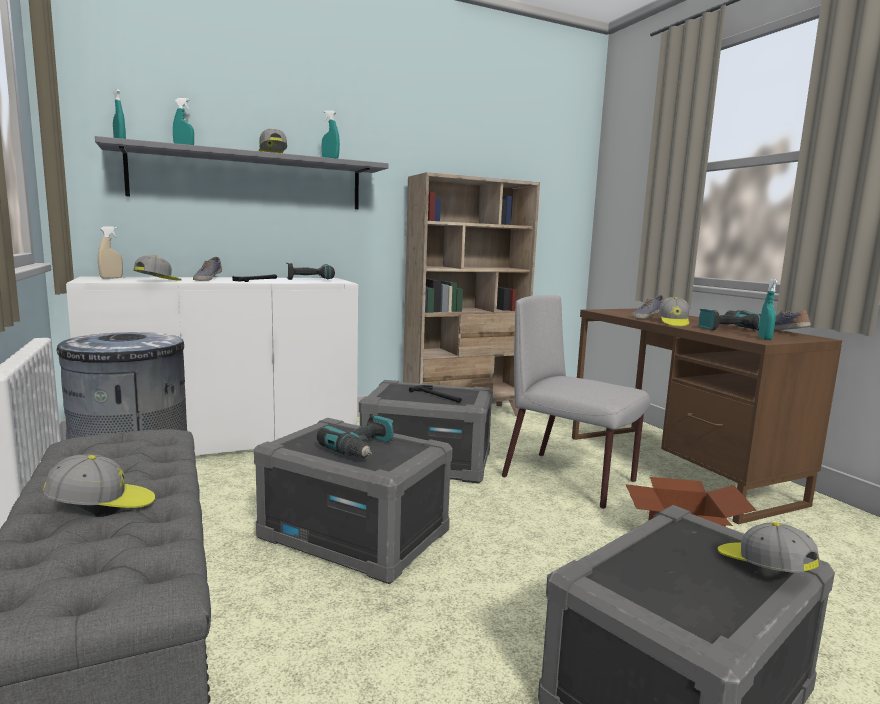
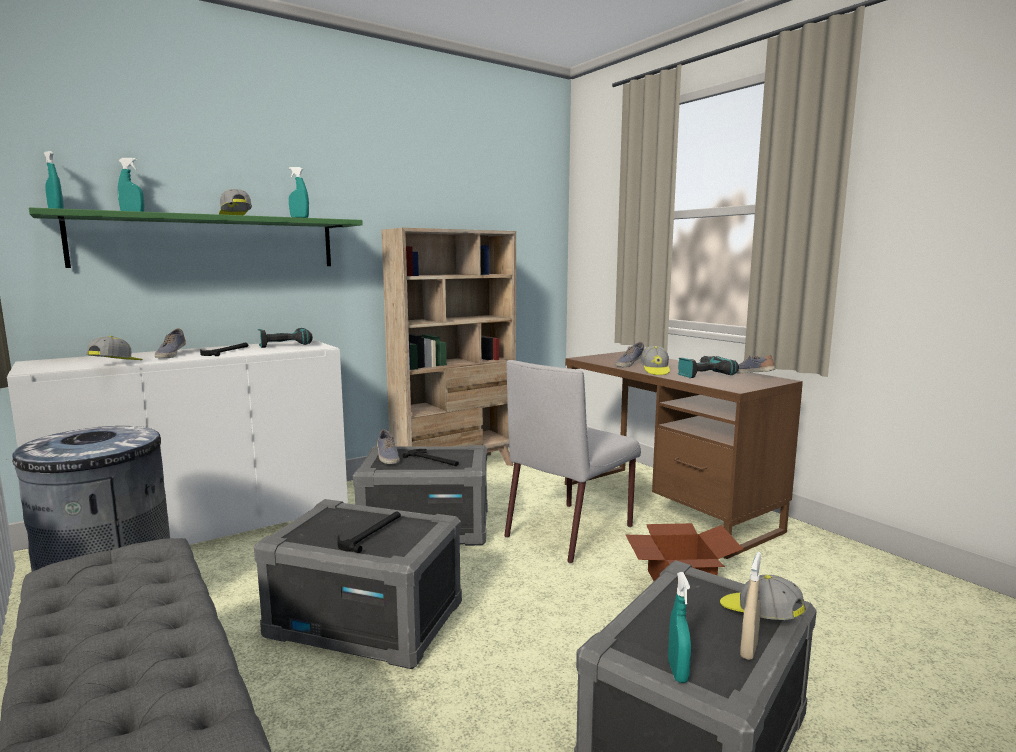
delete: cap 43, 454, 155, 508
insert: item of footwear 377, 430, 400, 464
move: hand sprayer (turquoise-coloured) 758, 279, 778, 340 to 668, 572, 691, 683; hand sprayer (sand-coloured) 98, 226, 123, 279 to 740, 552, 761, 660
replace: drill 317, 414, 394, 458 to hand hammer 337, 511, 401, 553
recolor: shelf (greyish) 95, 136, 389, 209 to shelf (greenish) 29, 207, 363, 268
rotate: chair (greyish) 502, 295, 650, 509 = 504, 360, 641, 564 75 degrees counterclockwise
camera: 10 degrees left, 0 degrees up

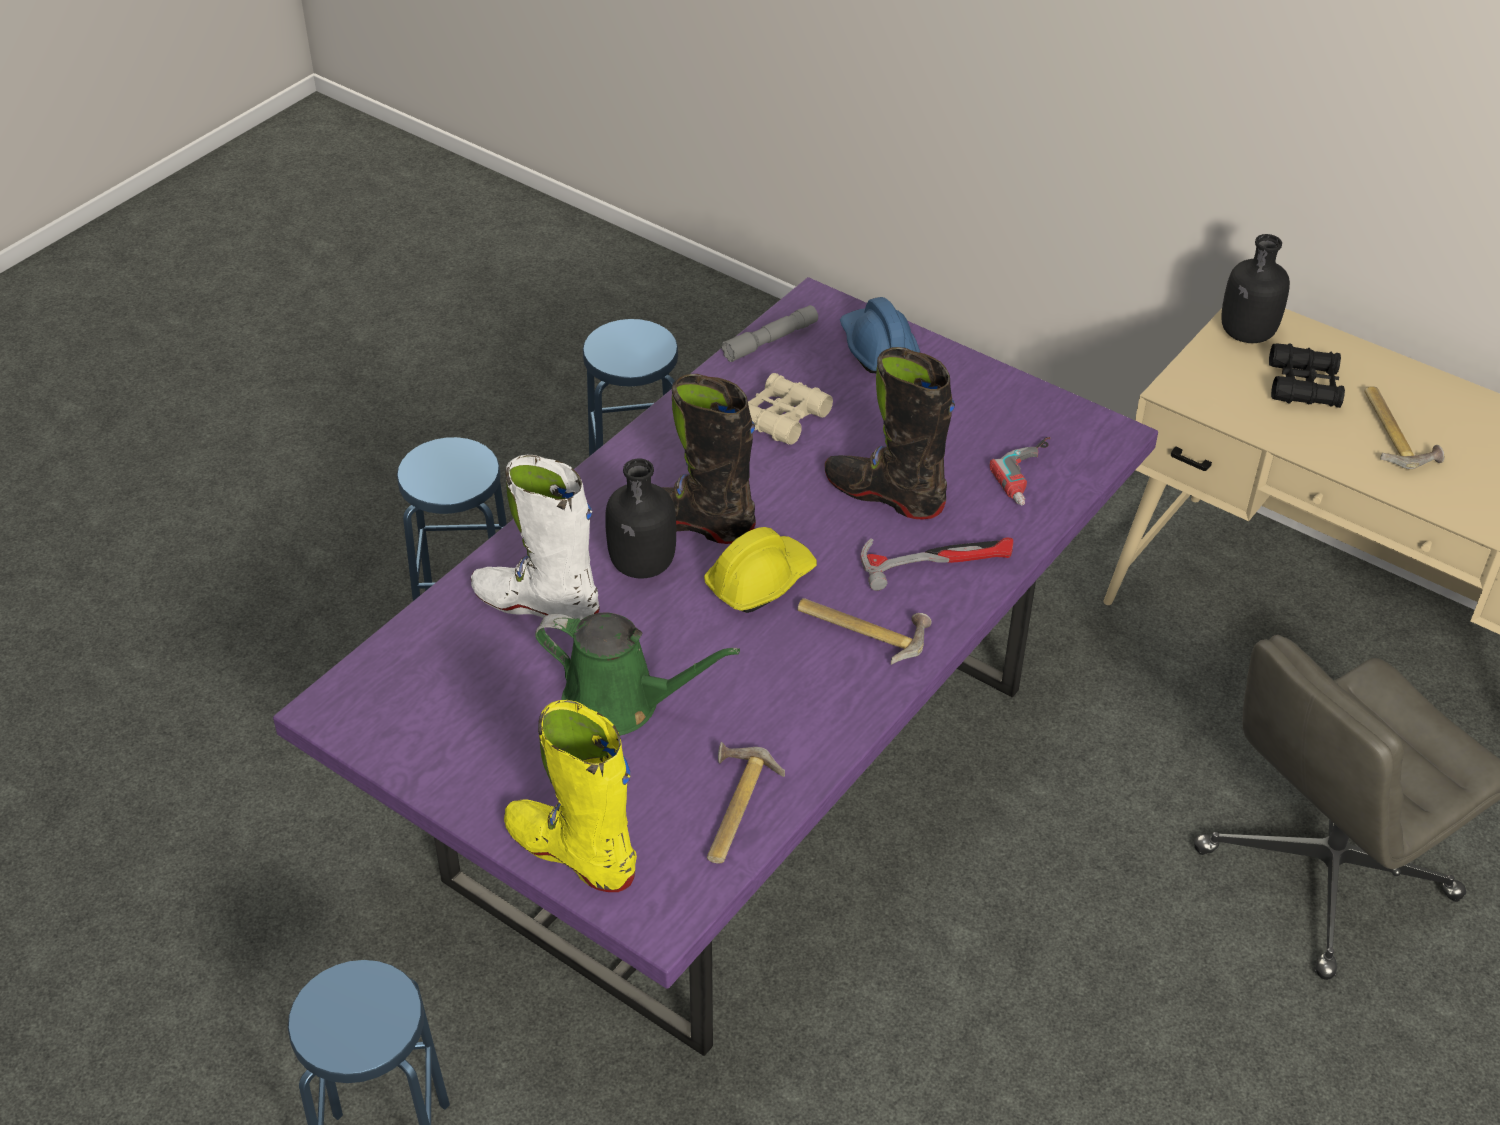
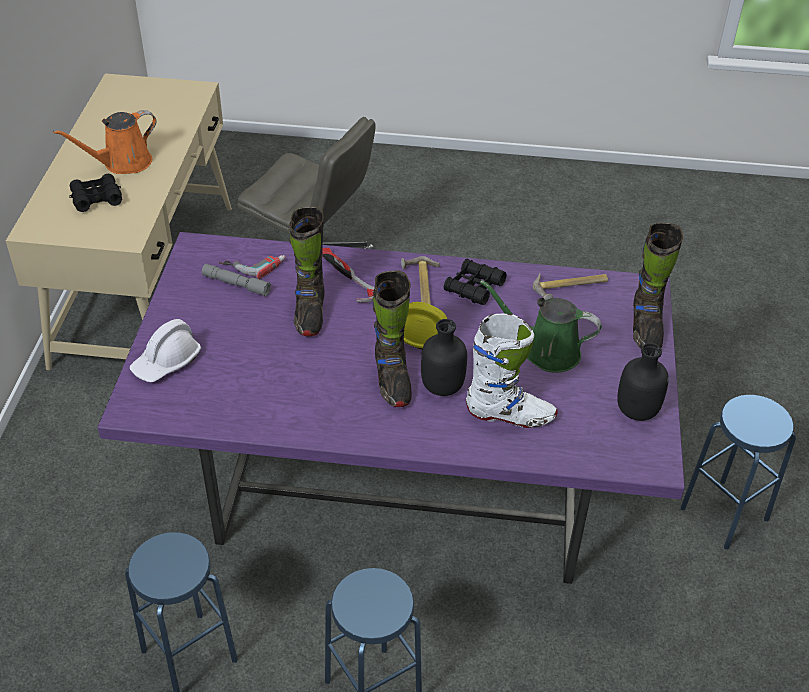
delete: field glasses (sand-coloured) 748, 373, 833, 445
insert: field glasses (blackish) 444, 259, 507, 305
move: flashlight (greyish) 721, 305, 818, 362 to 202, 264, 271, 297; beverage bottle (blackish) 1221, 234, 1290, 343 to 617, 343, 669, 421
replace: hand hammer 1364, 386, 1444, 469 to sprinkling can (orange) 53, 110, 157, 174
recolor: work helmet (blue-coloured) 840, 297, 920, 373 to work helmet (white) 130, 319, 201, 382; high-top boot (yellow) 504, 700, 637, 892 to high-top boot (blackish) 633, 222, 683, 349
rotate: high-top boot (white) 471, 455, 600, 620 = 466, 314, 558, 428 75 degrees counterclockwise; sprinkling can (greenish) 535, 613, 740, 736 = 480, 280, 601, 373 60 degrees counterclockwise
camera: 120 degrees left, 0 degrees up

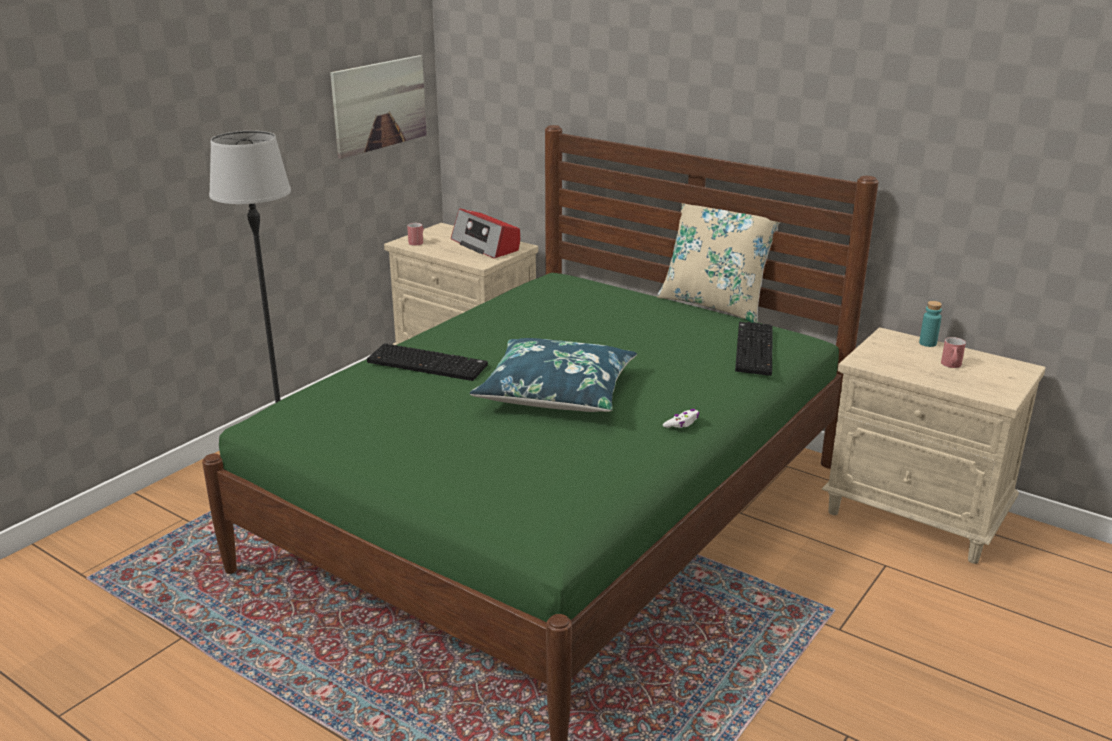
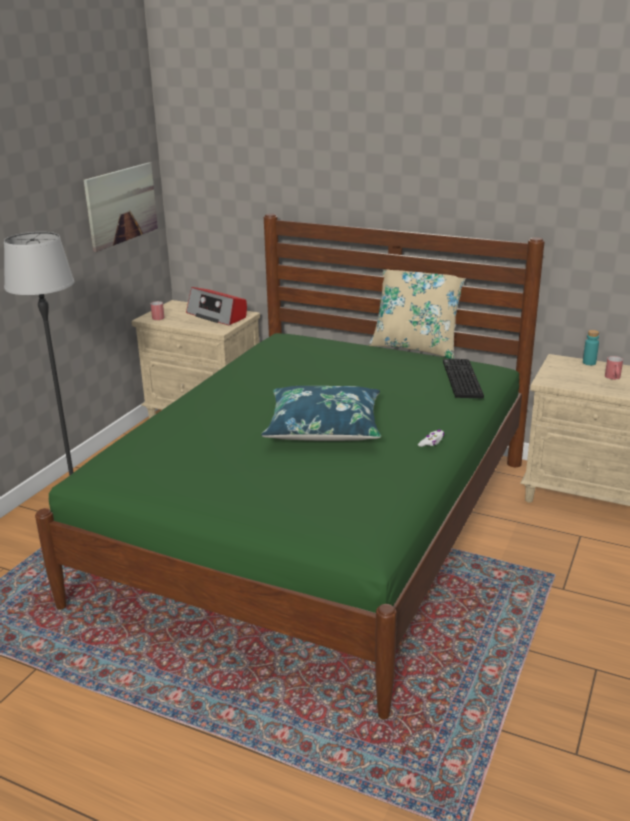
delete: computer keyboard 367, 343, 488, 381
camera: 10 degrees left, 0 degrees up

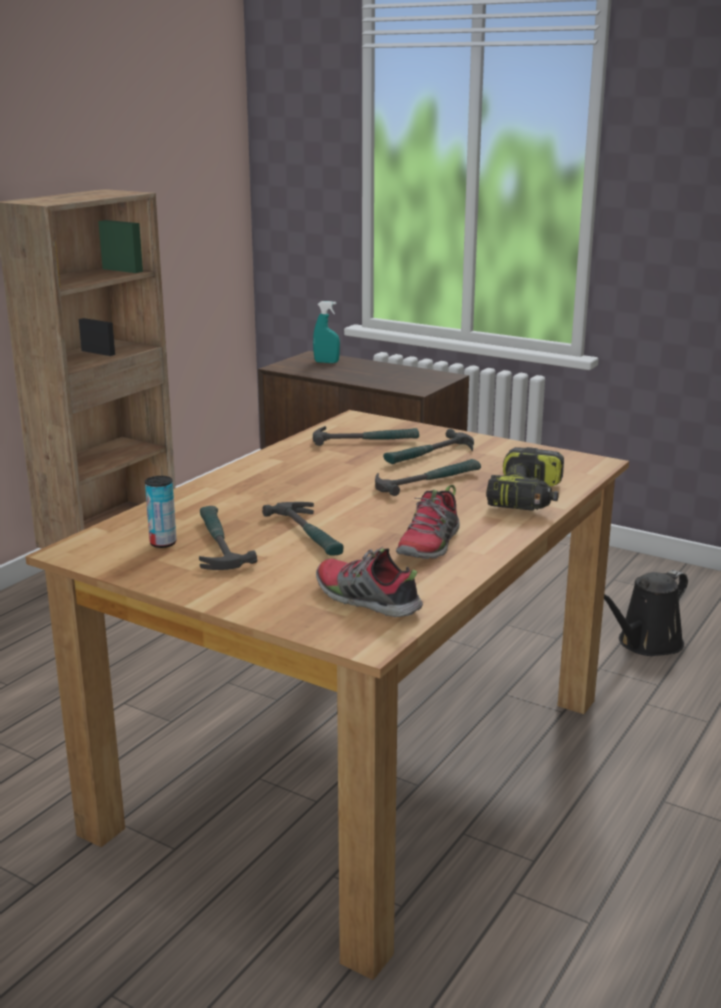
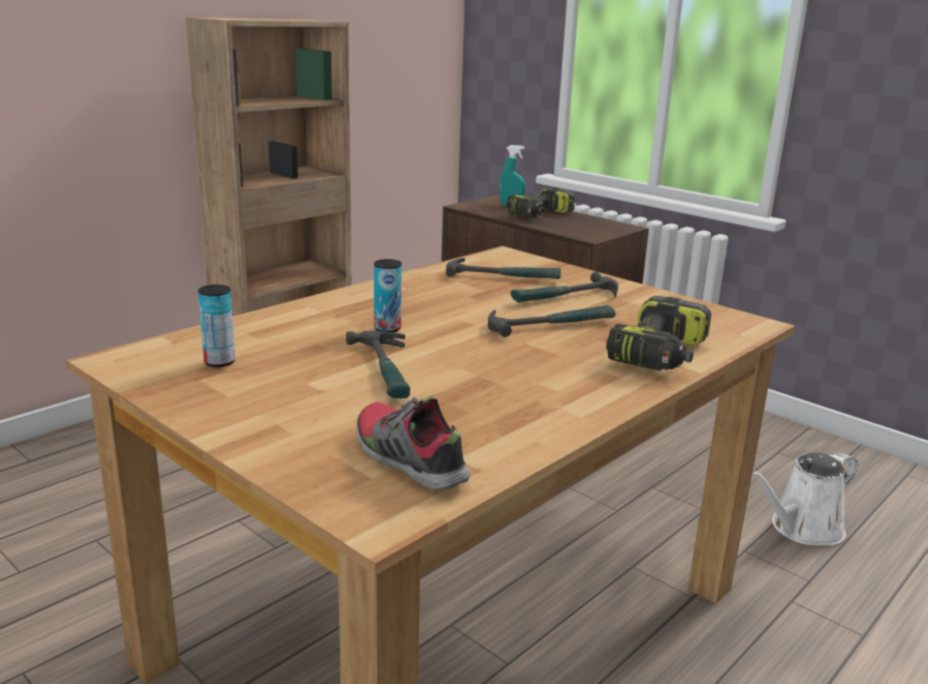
delete: hand hammer 199, 506, 257, 570; item of footwear 396, 485, 460, 559
insert: can 374, 259, 402, 332; drill 506, 187, 575, 218
recolor: sprinkling can (blackish) 604, 570, 688, 656 to sprinkling can (white) 752, 453, 858, 545
camera: 10 degrees right, 0 degrees up

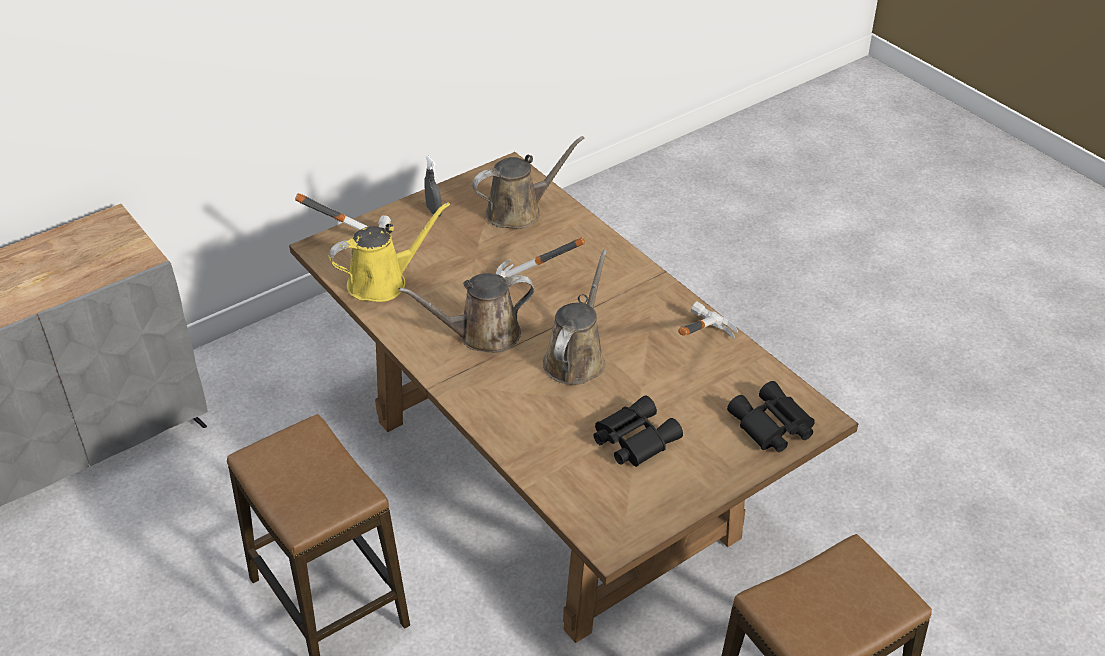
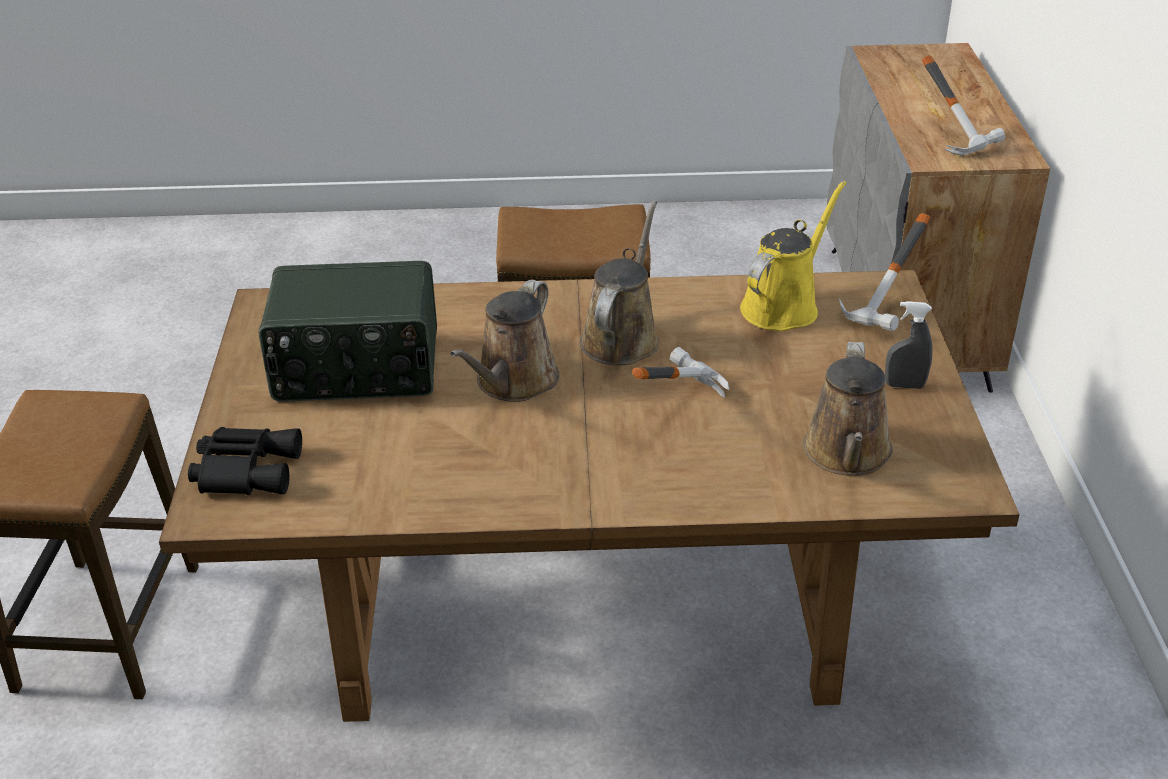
move: hand hammer 678, 301, 738, 338 to 922, 55, 1006, 156
replace: field glasses (blackish) 594, 395, 683, 467 to radio receiver 259, 261, 437, 402
rotate: sprinkling can (brownish) 543, 250, 607, 385 = 450, 280, 559, 402 60 degrees clockwise; sprinkling can (yellow) 328, 202, 450, 302 = 740, 180, 847, 331 150 degrees counterclockwise
camera: 125 degrees right, 5 degrees down

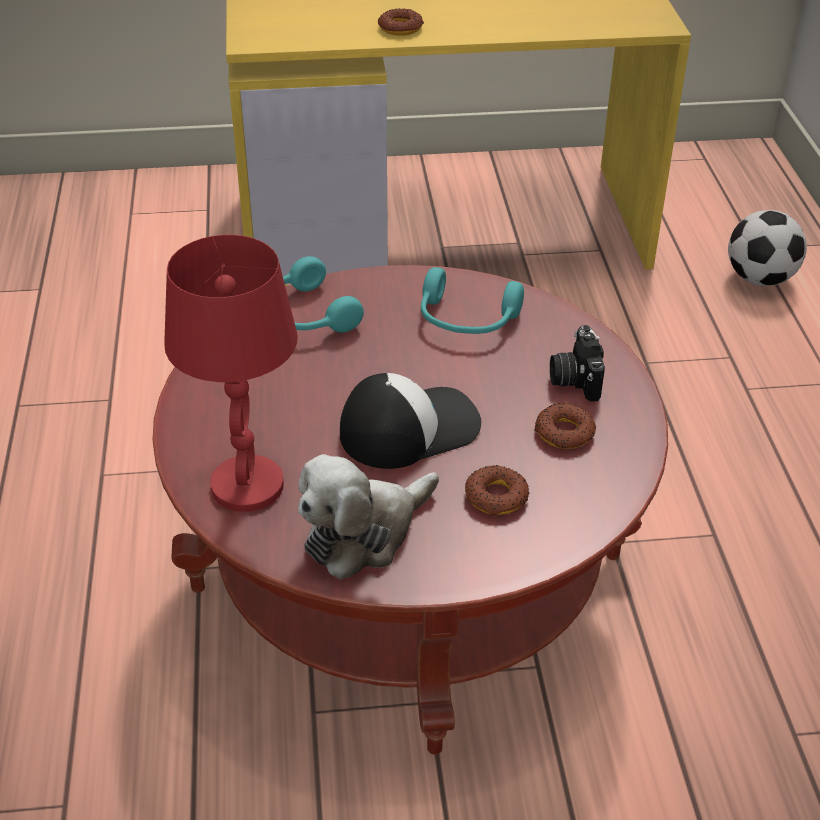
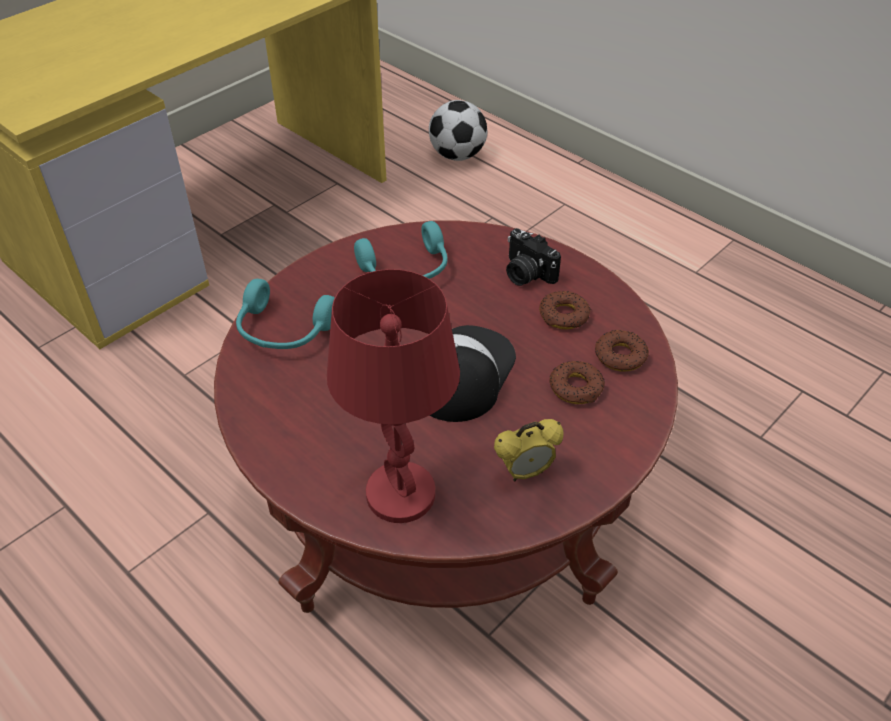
move: doughnut 378, 8, 424, 36 to 595, 330, 649, 371
replace: cuddly toy 298, 454, 439, 579 to bedside clock 494, 419, 564, 482
camera: 40 degrees left, 5 degrees up

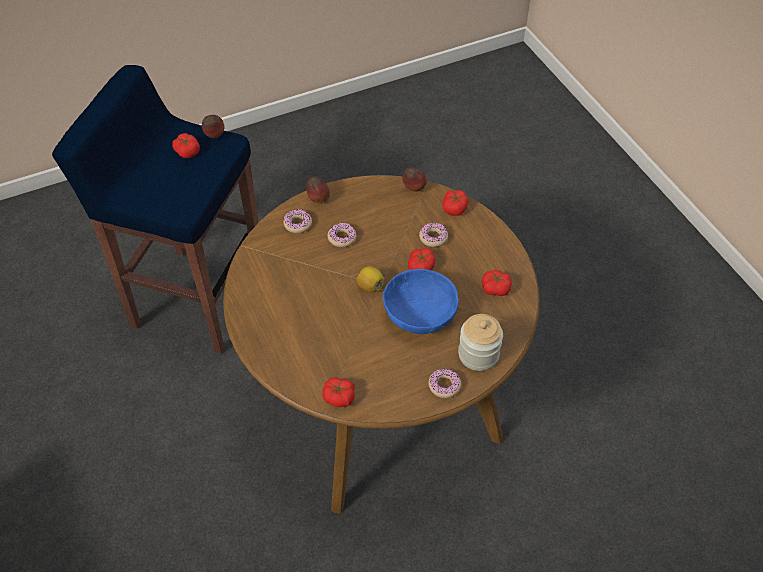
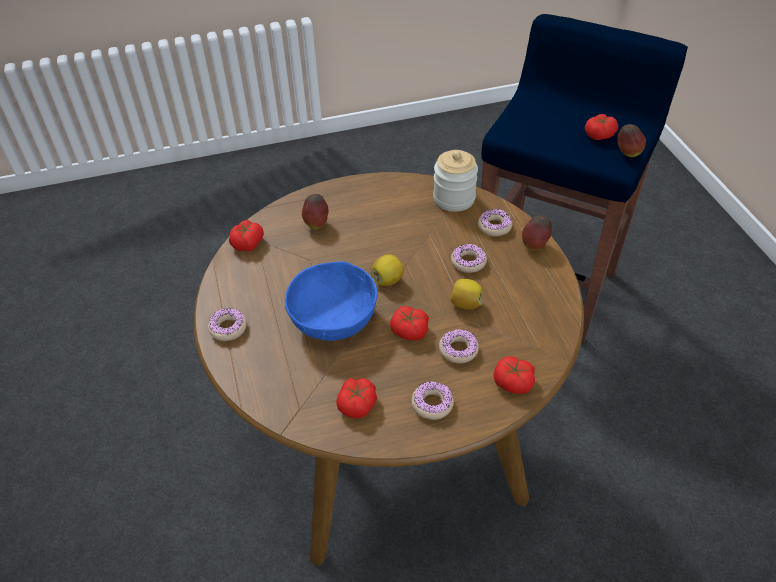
insert: doughnut 412, 381, 454, 420; whole lemon 450, 279, 483, 309
move: apple 402, 167, 427, 192 to 302, 194, 328, 229; storage jar 458, 314, 503, 371 to 433, 150, 478, 212
camera: 100 degrees right, 5 degrees down

